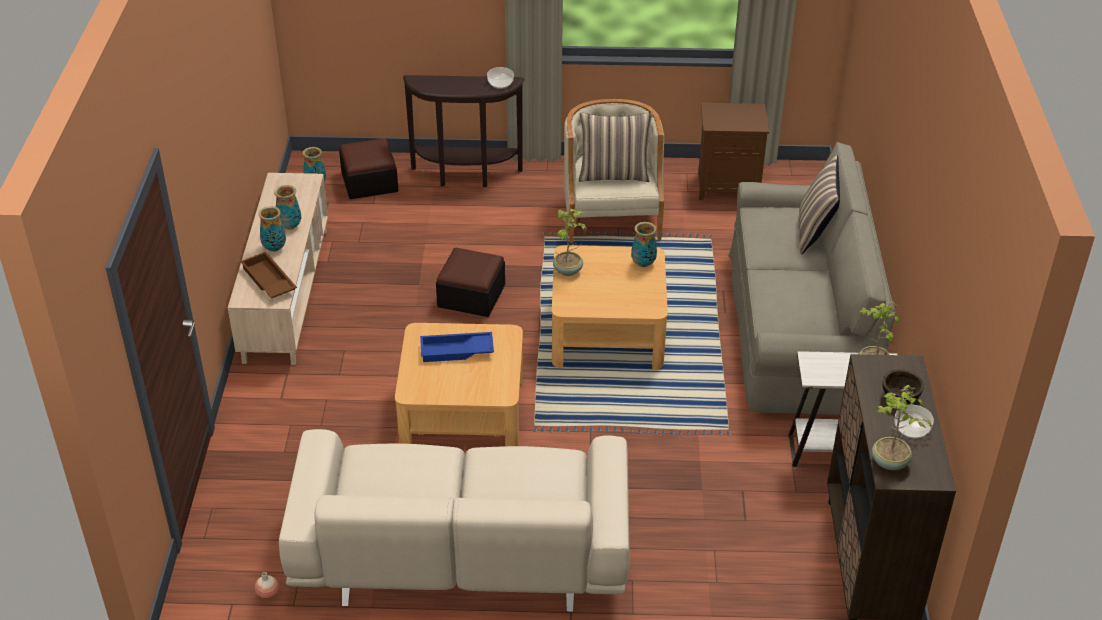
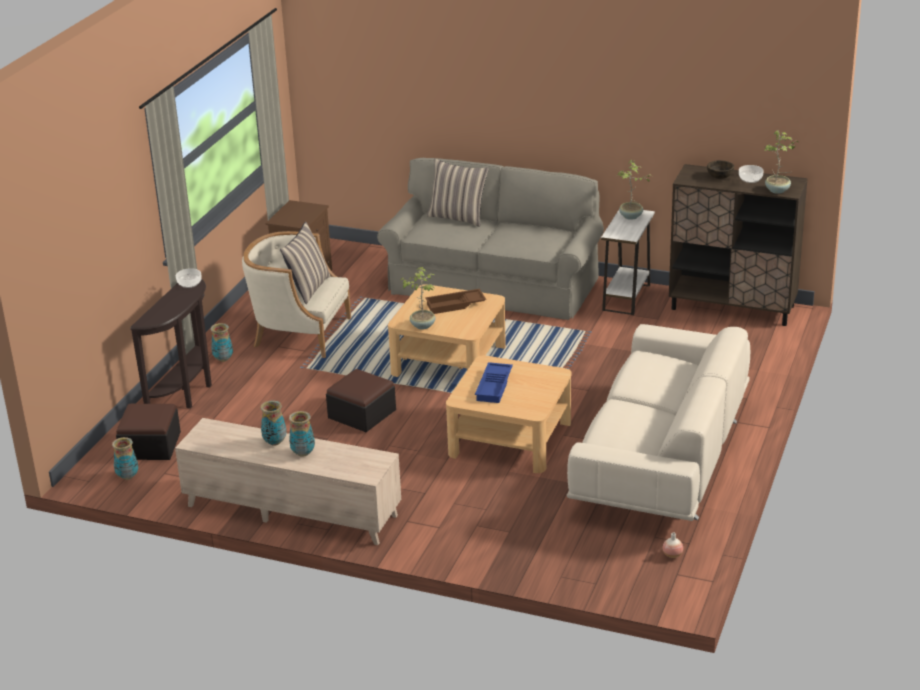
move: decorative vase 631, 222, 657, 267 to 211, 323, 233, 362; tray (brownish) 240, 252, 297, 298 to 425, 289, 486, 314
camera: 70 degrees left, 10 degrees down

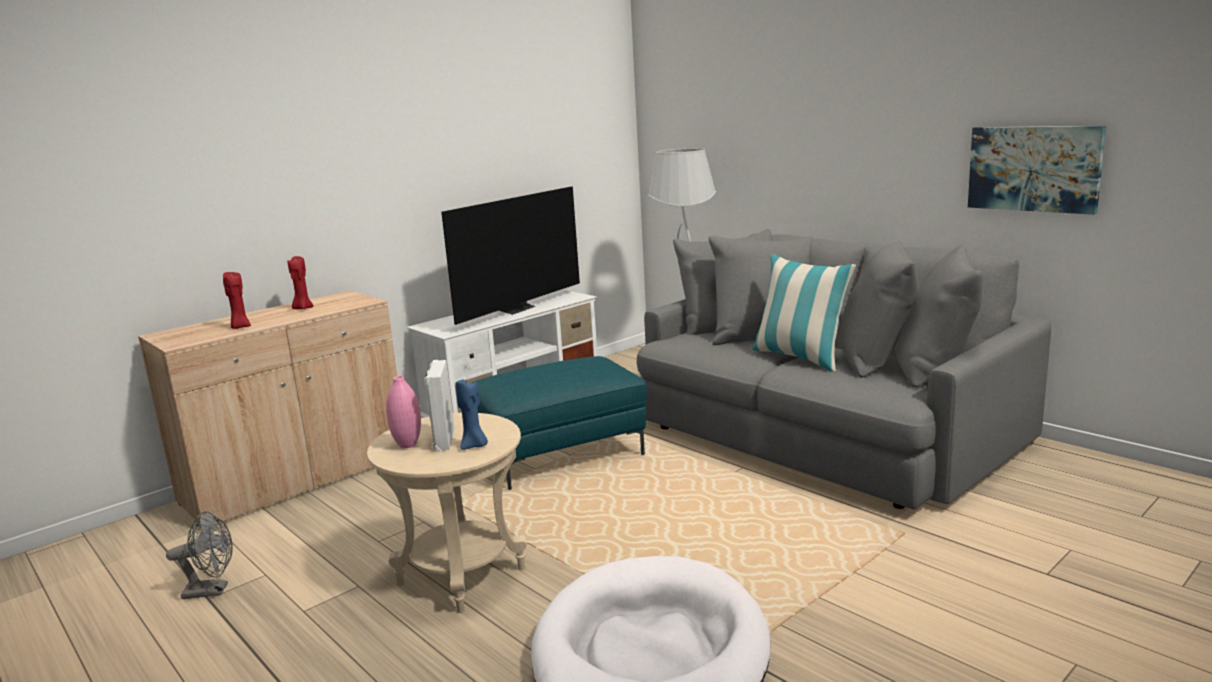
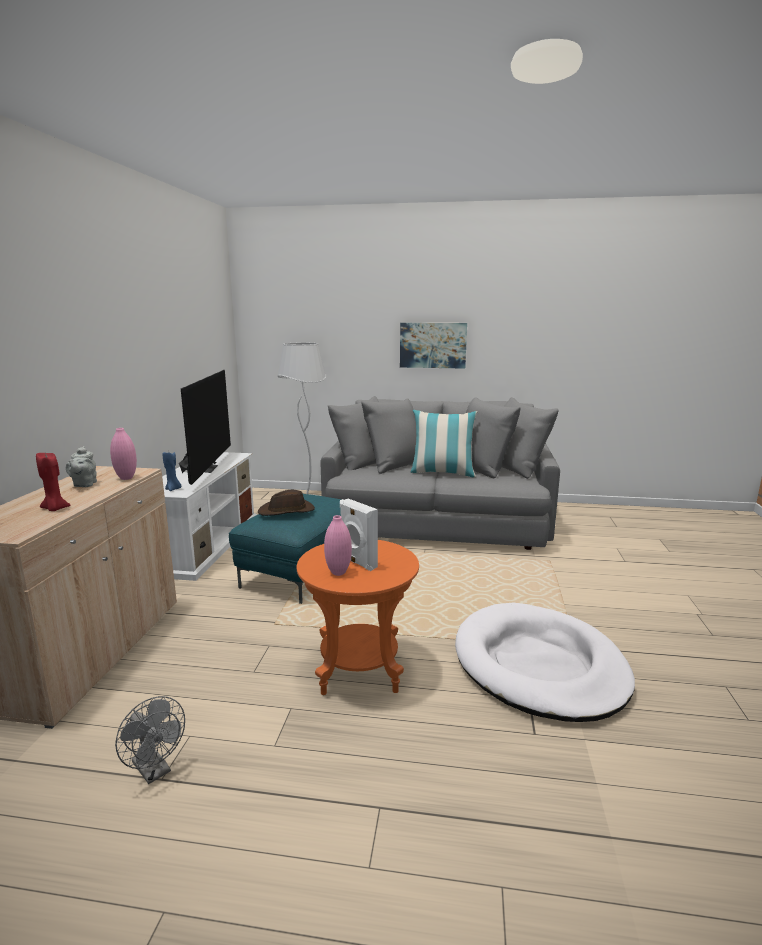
insert: decorative vase (pinkish) 110, 428, 137, 480; clothing hat (brownish) 258, 490, 315, 516
move: candle (blue-coloured) 456, 379, 488, 450 to 162, 452, 181, 491; wall picture 968, 126, 1106, 215 to 400, 323, 467, 369
replace: candle (red-coloured) 287, 256, 313, 309 to tea pot (greyish) 66, 446, 97, 487
recolor: end table (sand-coloured) 367, 413, 527, 613 to end table (orange) 297, 540, 419, 695
rotate: fan (greyish) 166, 512, 233, 599 = 115, 696, 185, 784 90 degrees clockwise
camera: 40 degrees left, 0 degrees up

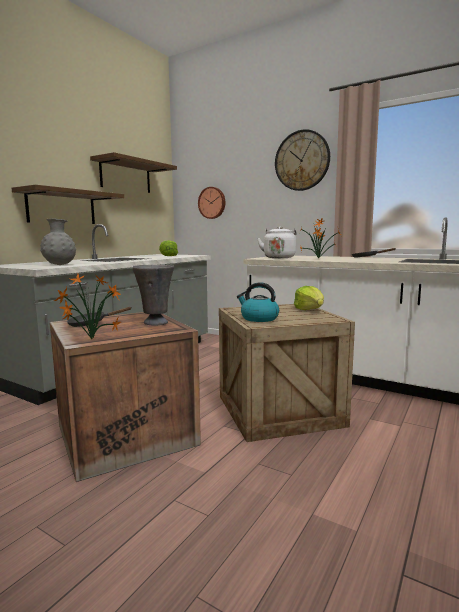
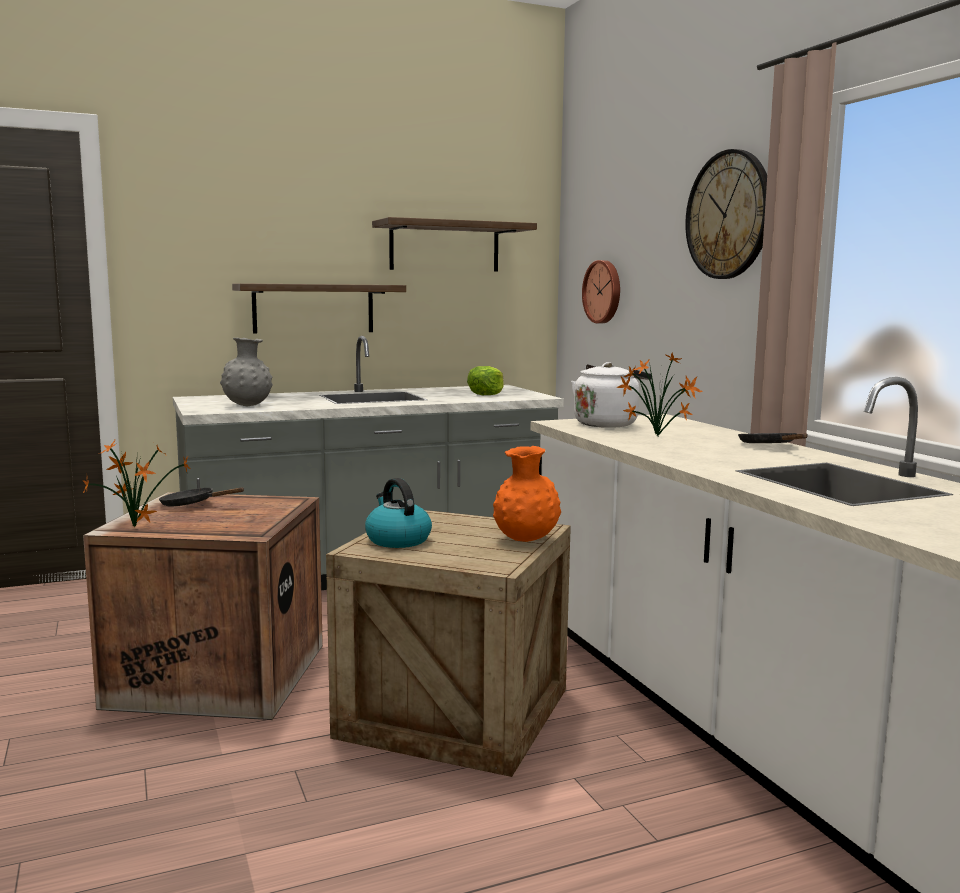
delete: decorative vase (greyish) 133, 265, 175, 326
replace: lettuce head 294, 286, 324, 310 to decorative vase (orange) 493, 446, 561, 542
camera: 35 degrees right, 0 degrees up

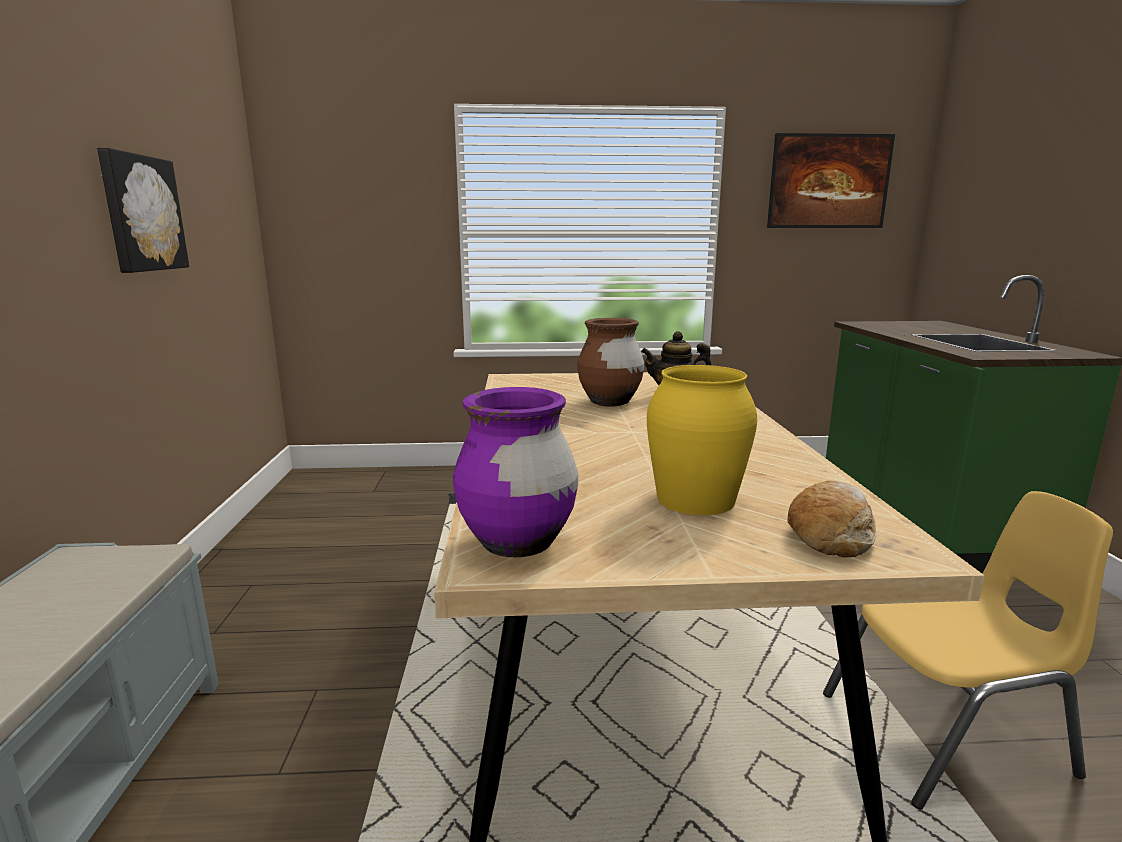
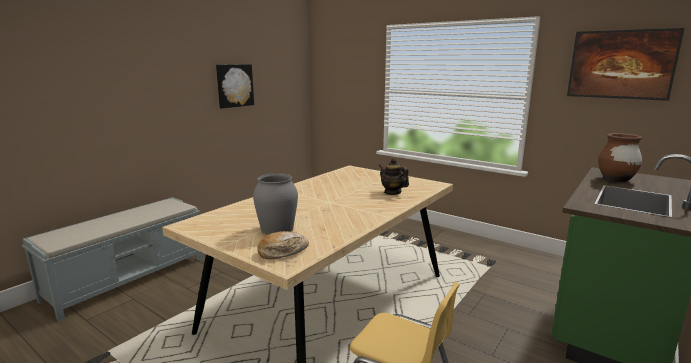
delete: decorative vase (purple) 453, 387, 578, 557
move: decorative vase (brownish) 577, 318, 644, 407 to 598, 133, 642, 182
recolor: decorative vase (yellow) 647, 365, 757, 515 to decorative vase (greyish) 253, 173, 298, 235
camera: 40 degrees right, 0 degrees up

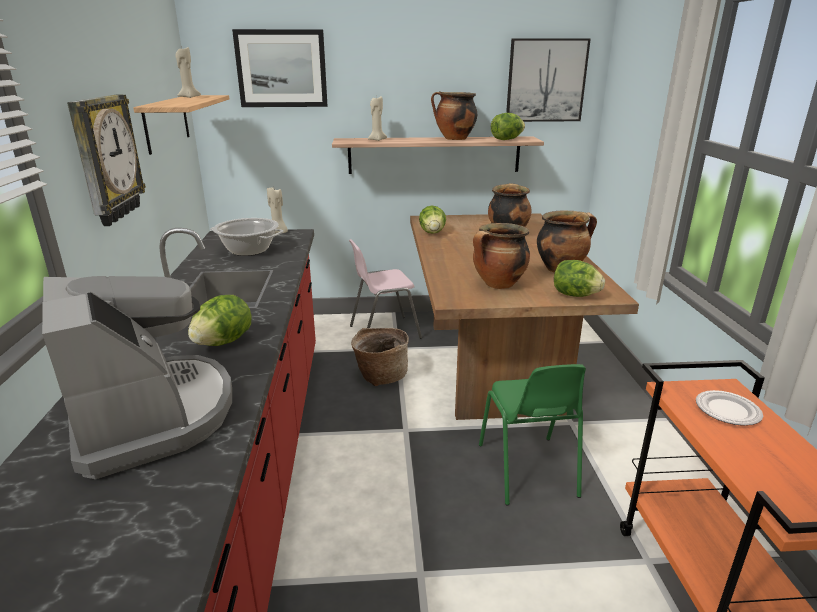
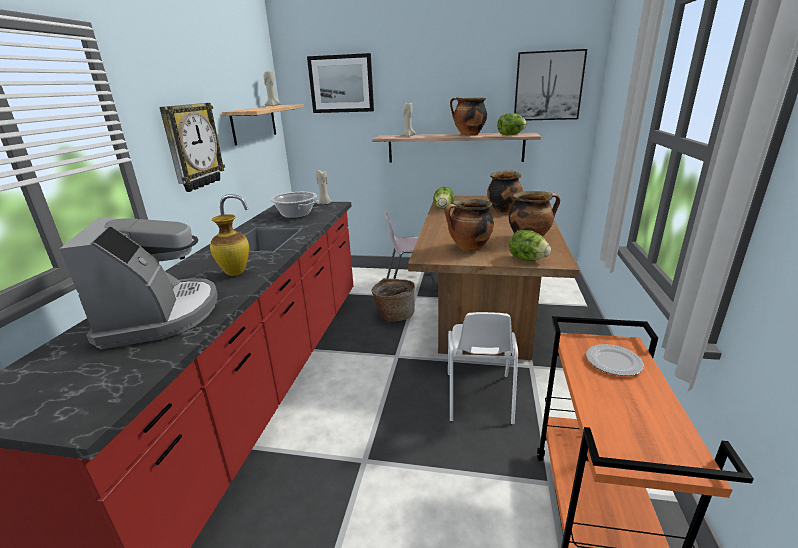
replace: lettuce head 188, 295, 251, 346 to decorative vase 210, 214, 249, 276
recolor: chair (greenish) 479, 364, 586, 506 to chair (white) 448, 312, 518, 425
camera: 15 degrees right, 0 degrees up

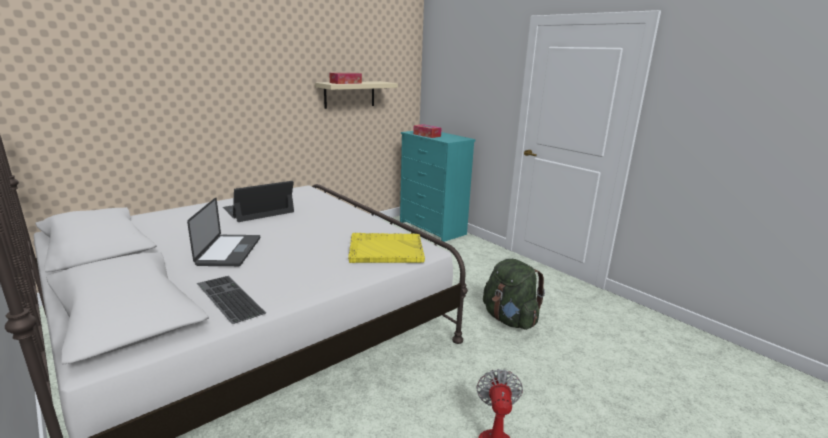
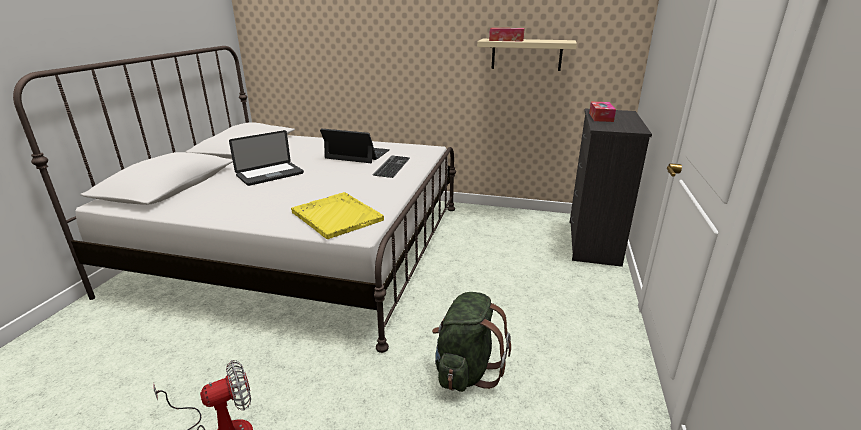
move: computer keyboard 197, 276, 266, 324 to 372, 155, 410, 178
recolor: dresser (turquoise-coloured) 400, 131, 476, 242 to dresser (blackish) 570, 109, 652, 267
camera: 55 degrees right, 5 degrees up

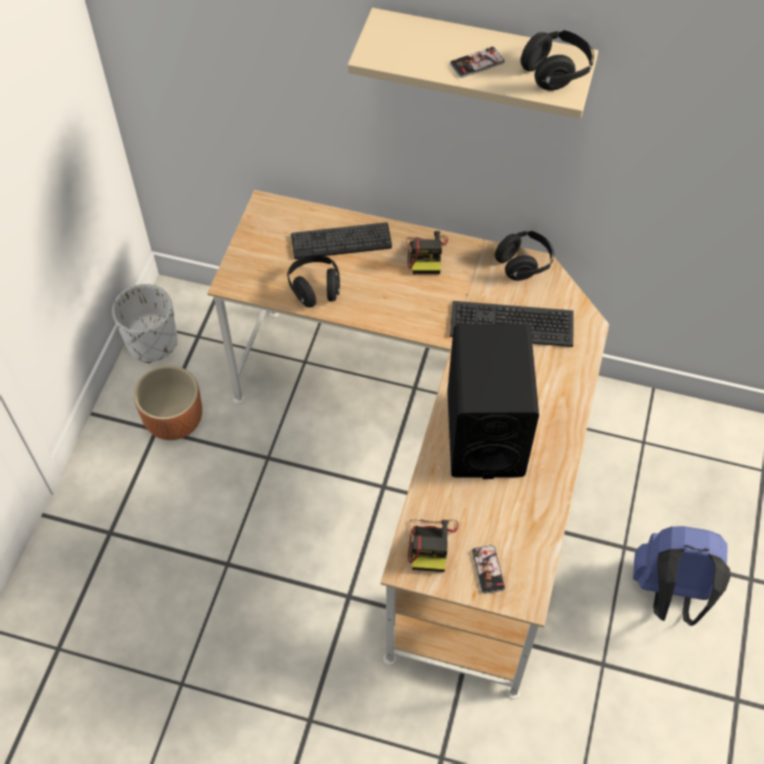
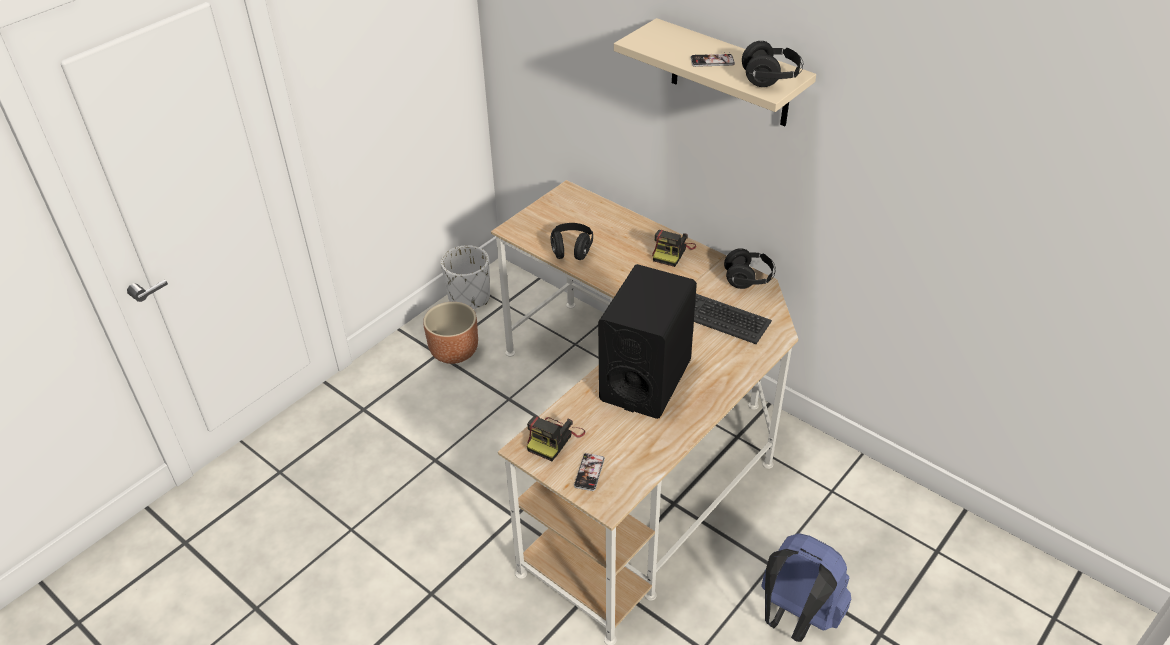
delete: computer keyboard 291, 222, 392, 259
camera: 25 degrees right, 15 degrees down

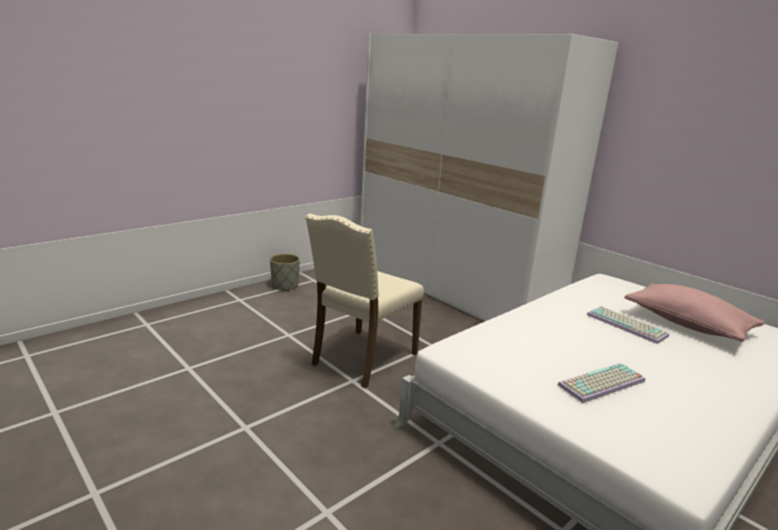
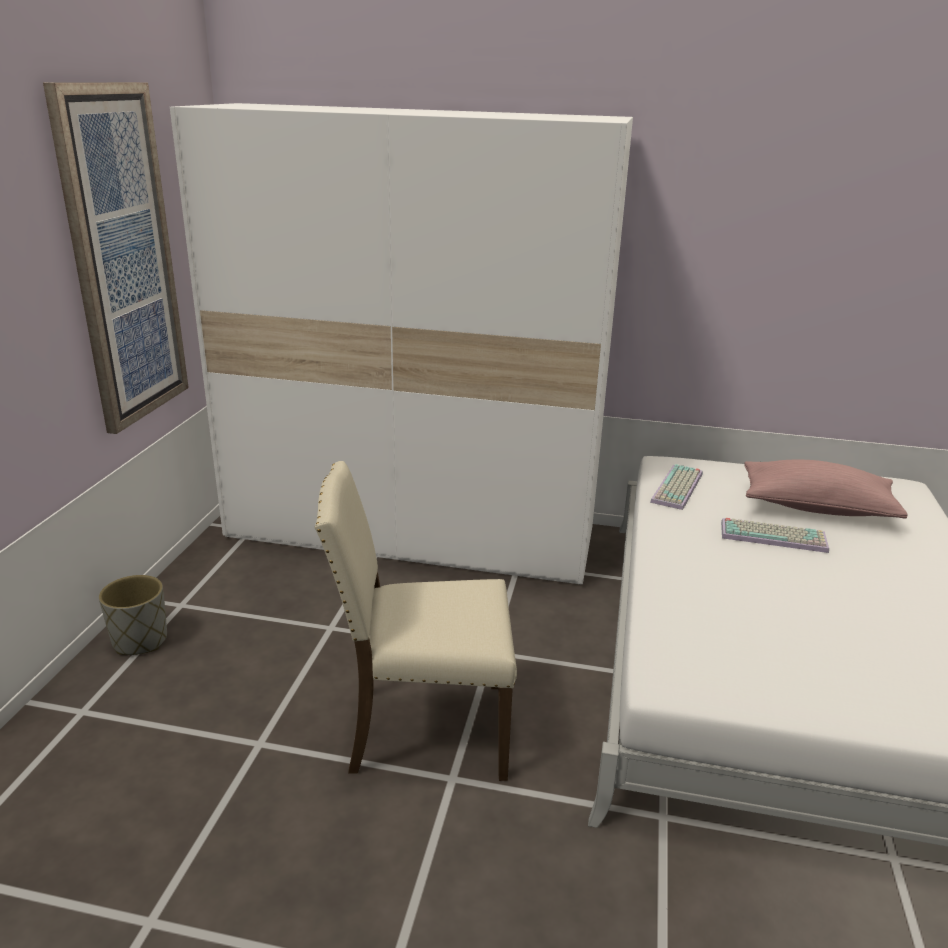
insert: wall picture 43, 82, 189, 434
move: computer keyboard 558, 363, 645, 403 to 650, 464, 703, 510
rotate: chair (sand-coloured) 305, 213, 424, 388 = 314, 461, 517, 781 90 degrees clockwise
camera: 35 degrees left, 5 degrees up

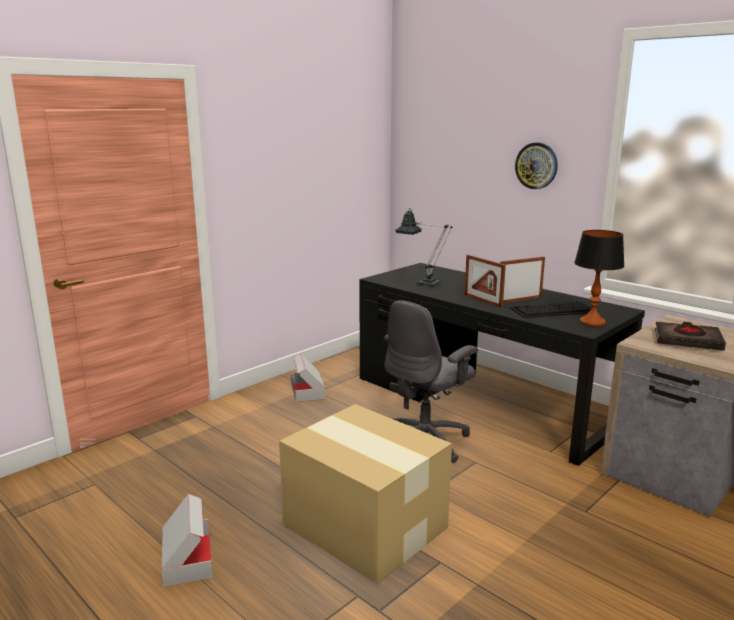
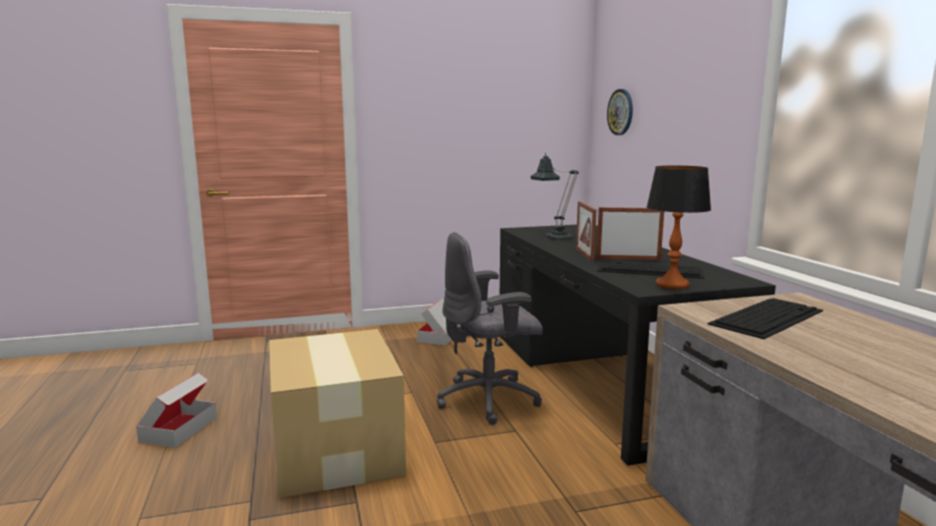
move: hanging clock 515, 143, 558, 189 to 607, 89, 633, 135
replace: volume (blackish) 655, 322, 726, 351 to computer keyboard 707, 298, 823, 339
camera: 30 degrees right, 5 degrees down

